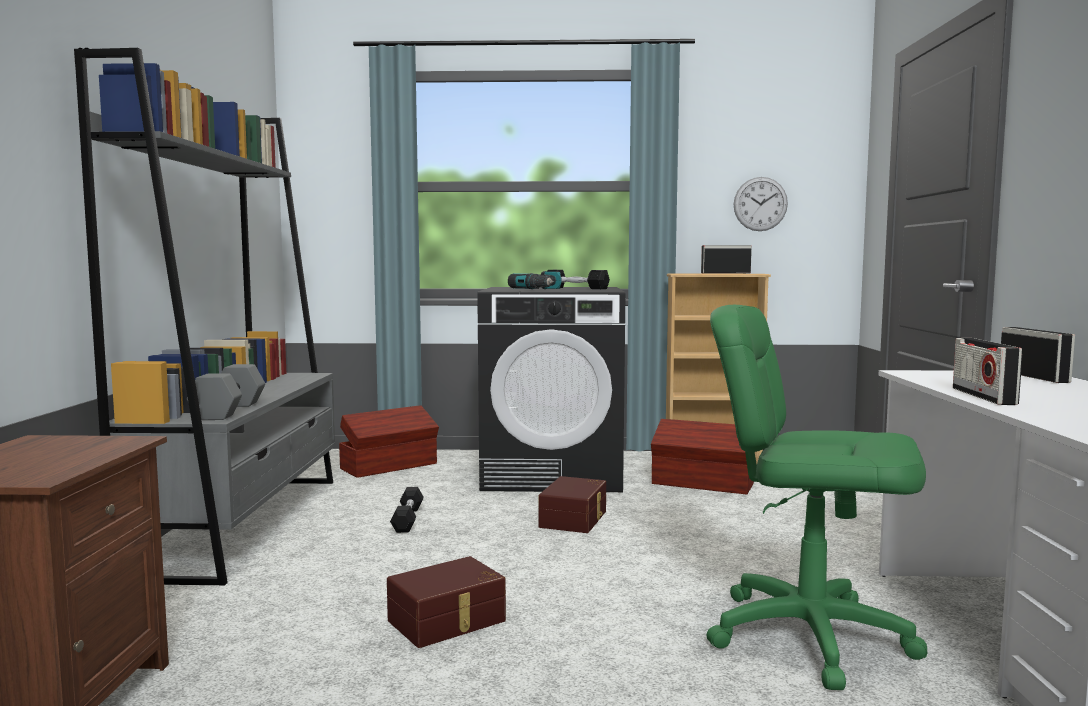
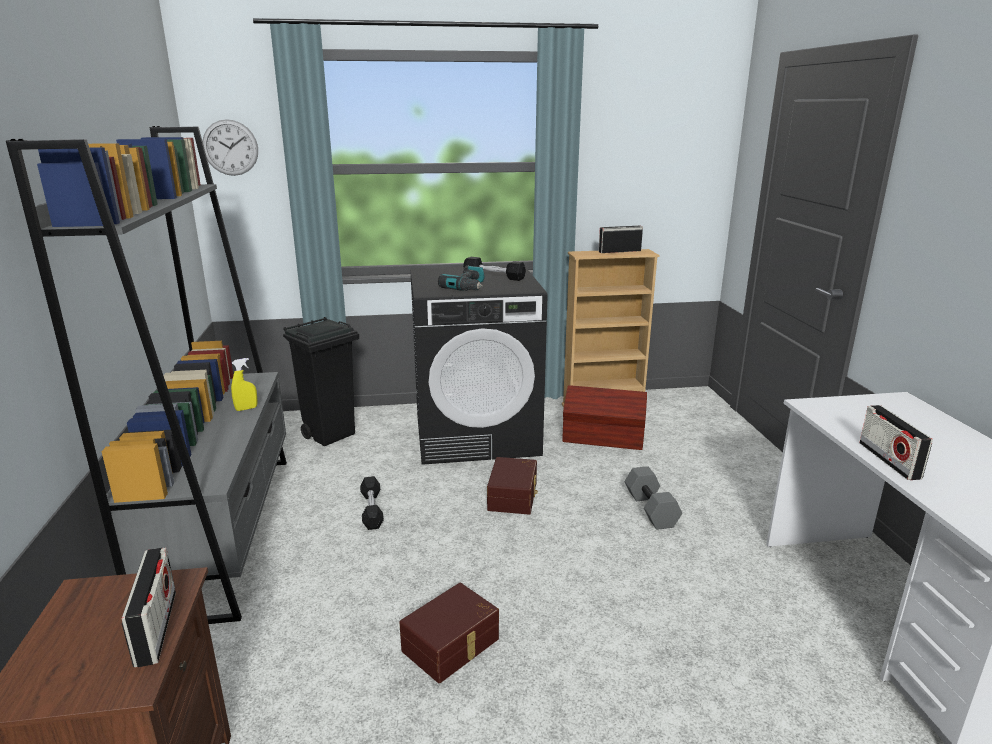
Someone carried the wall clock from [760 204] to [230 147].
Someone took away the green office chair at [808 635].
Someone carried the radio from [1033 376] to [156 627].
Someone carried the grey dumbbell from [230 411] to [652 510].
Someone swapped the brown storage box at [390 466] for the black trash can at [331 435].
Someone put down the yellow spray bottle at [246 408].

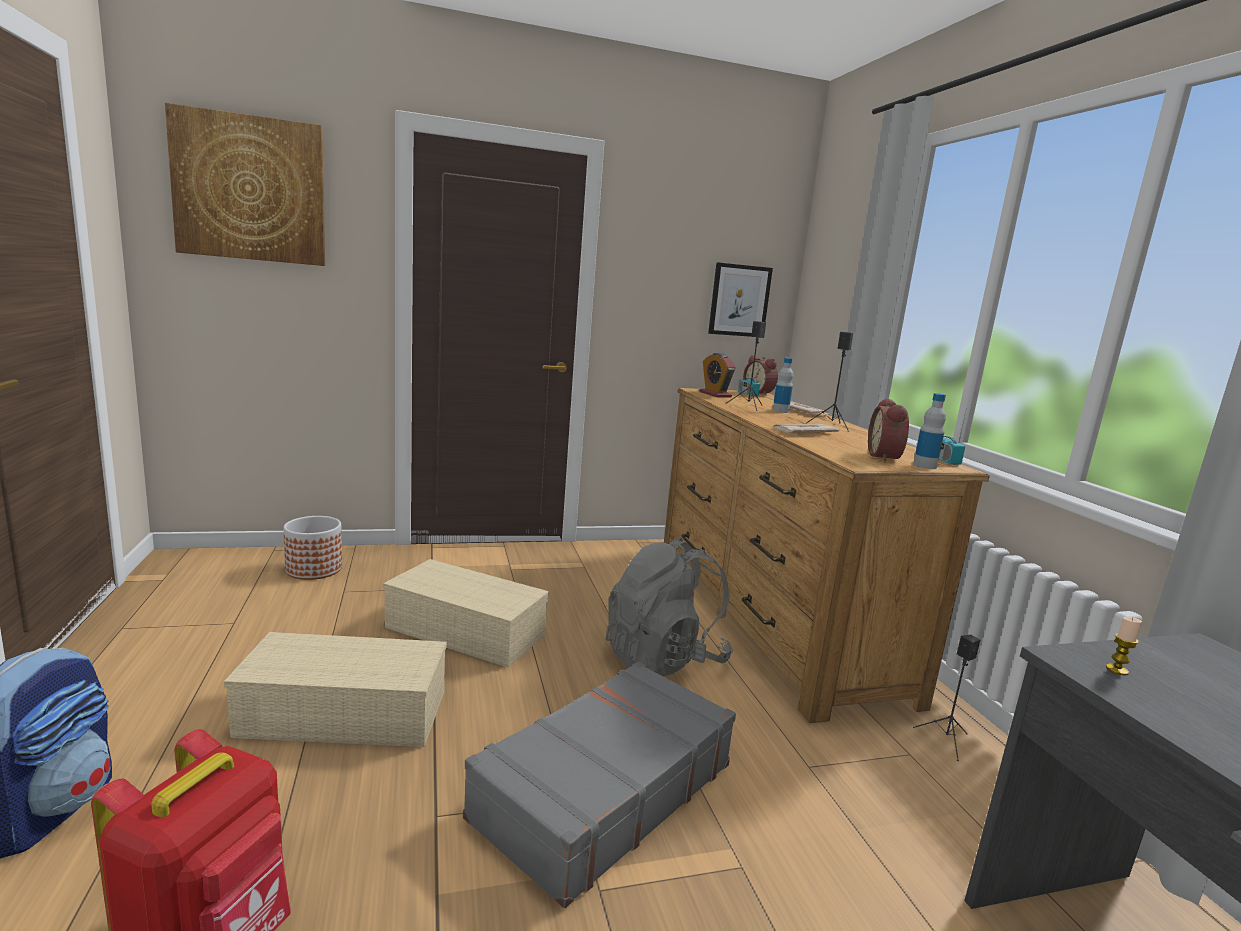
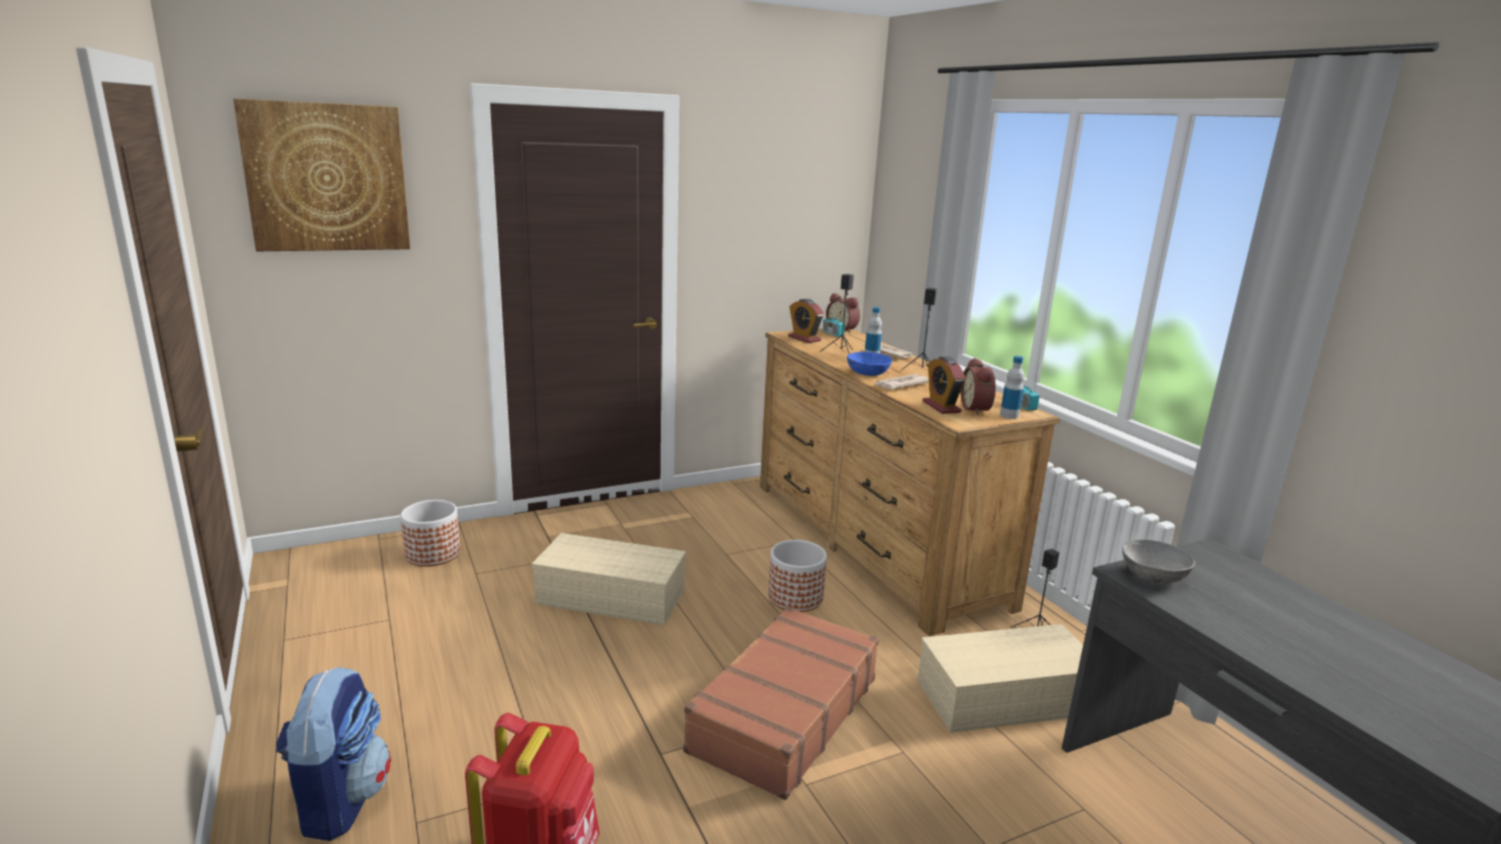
Someone took away the picture at [739 300].
Someone swapped the grey backpack at [664 659] for the planter at [796 597].
Someone swapped the candle at [1117 670] for the grey bowl at [1154 576].
Someone carried the beige storage box from [348 712] to [1006 696].
Someone repainted the grey suitcase at [603 790], which became the brown suitcase at [783 714].
Someone put down the blue bowl at [867 373].
Someone put down the alarm clock at [941 407].

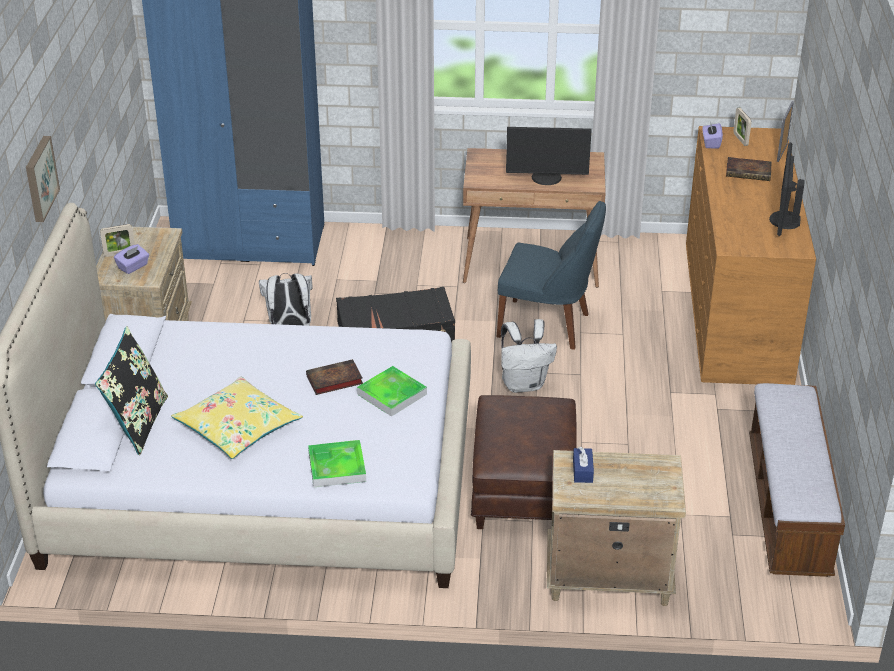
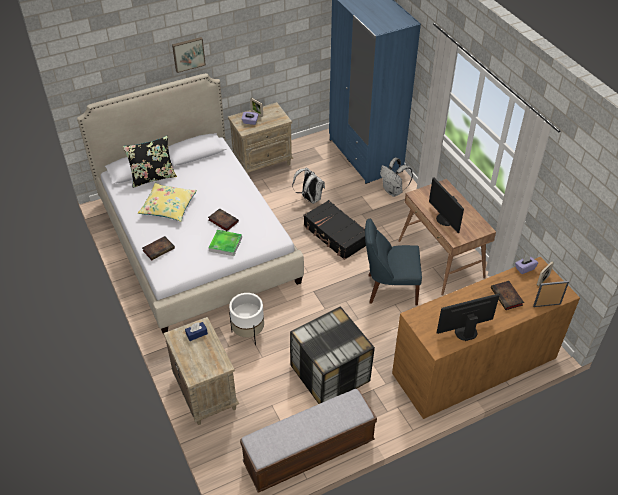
Someone rotated the blue chair at [548 326] by 105 degrees clockwise.
Someone carried the white backpack from [524 384] to [393 191].
Someone swapped the brown ottoman at [522 490] for the white planter at [248 333].
Someone swapped the tray at [337 467] for the book at [159 249].
Someone put down the storage box at [329 374].

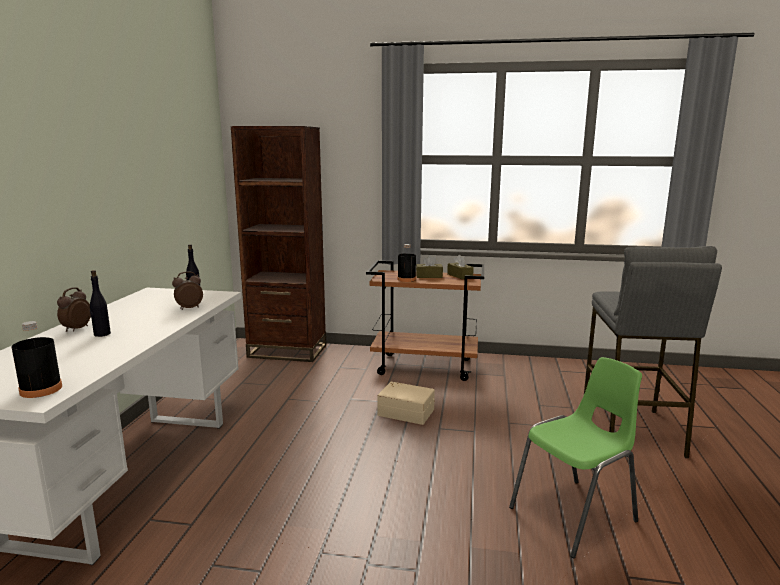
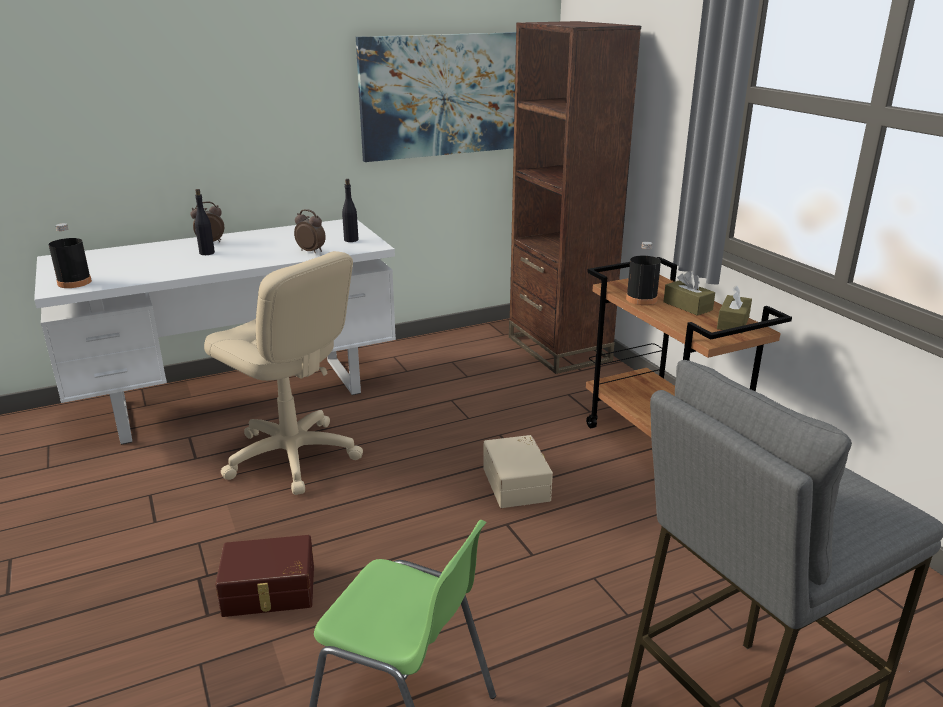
Someone put up the picture at [441 95].
Someone put down the beige office chair at [292 457].
Someone put down the brown storage box at [269 591].

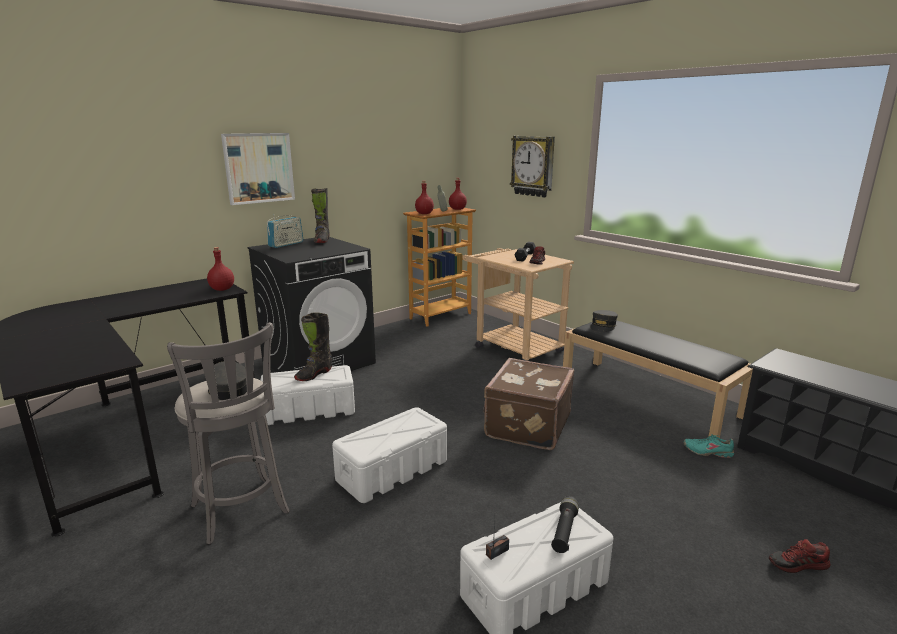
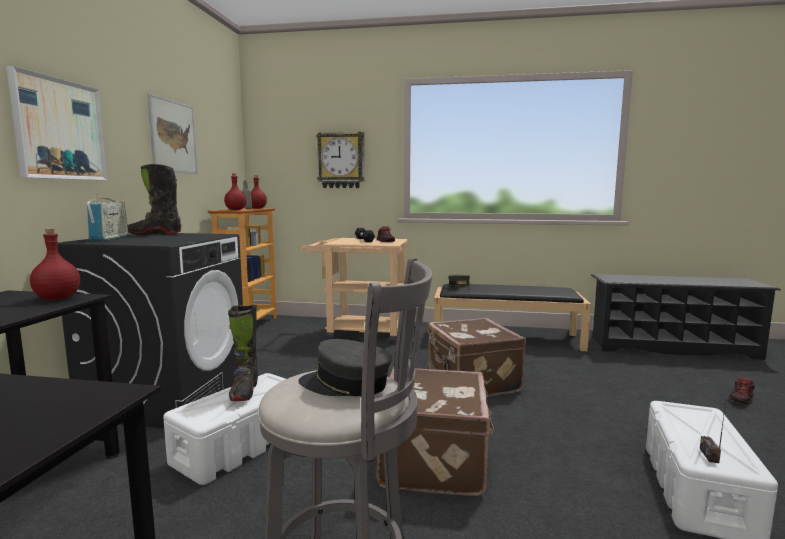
Someone rotated the black boot at [322 241] by 120 degrees clockwise.
Someone swapped the white storage box at [393 470] for the brown suitcase at [436 460].
Someone took away the turquoise shoe at [707 452].
Someone took away the black flashlight at [564 531].
Someone put up the picture at [173 137].

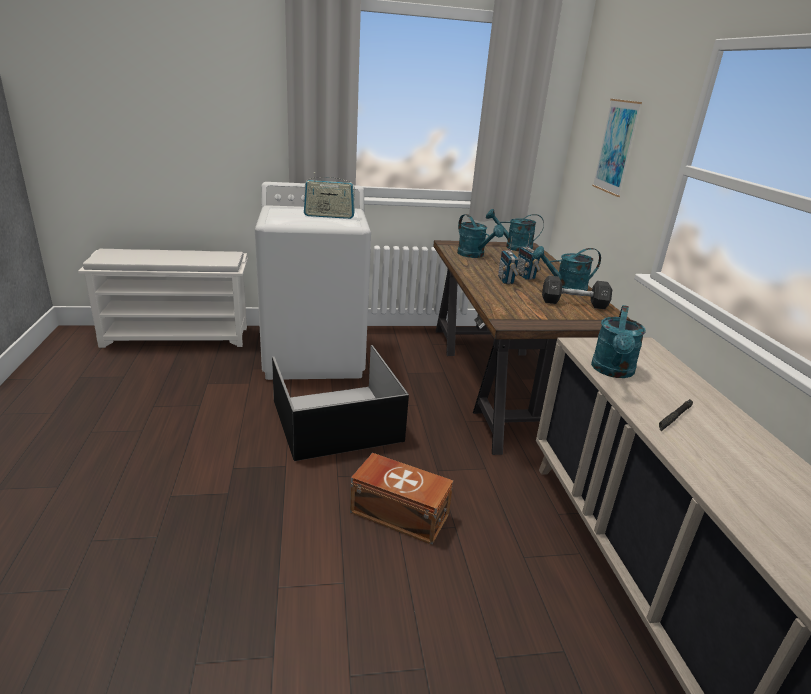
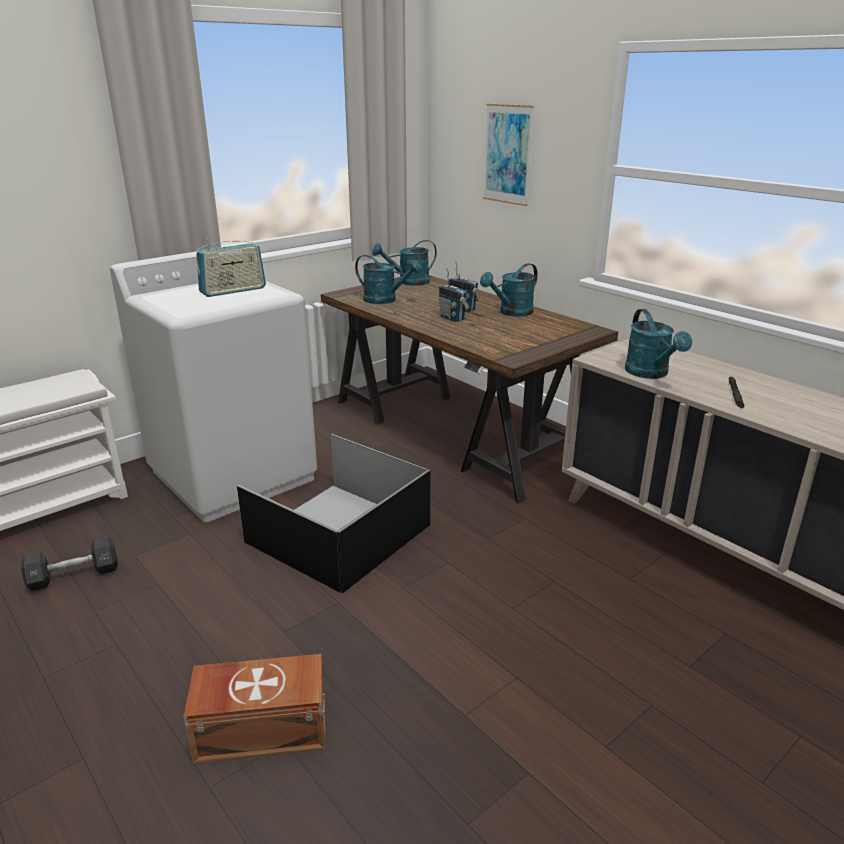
Someone carried the black dumbbell from [574 303] to [74 575].
Someone carried the brown storage box from [398 512] to [260 728].

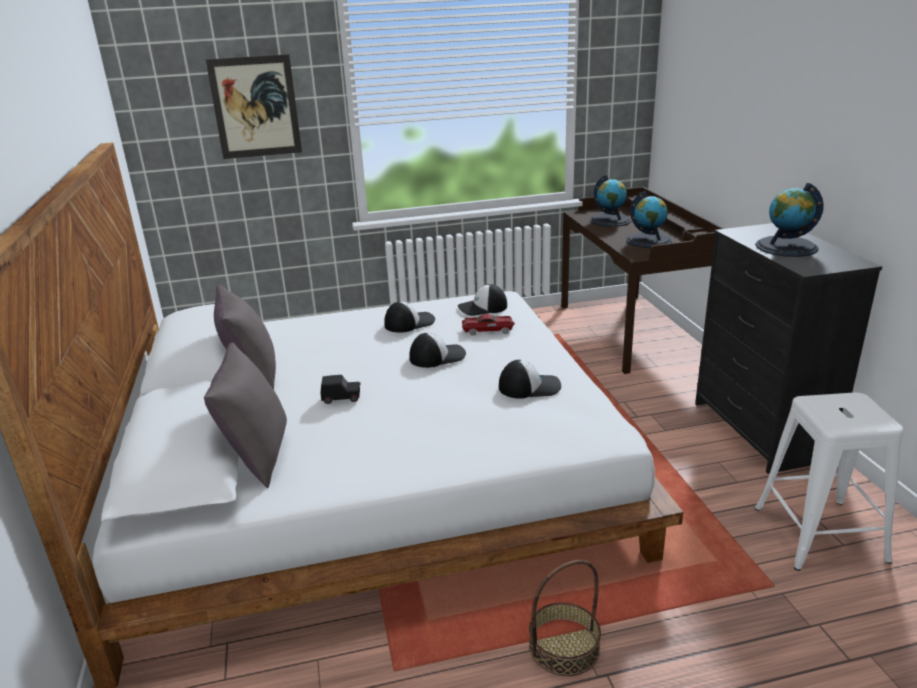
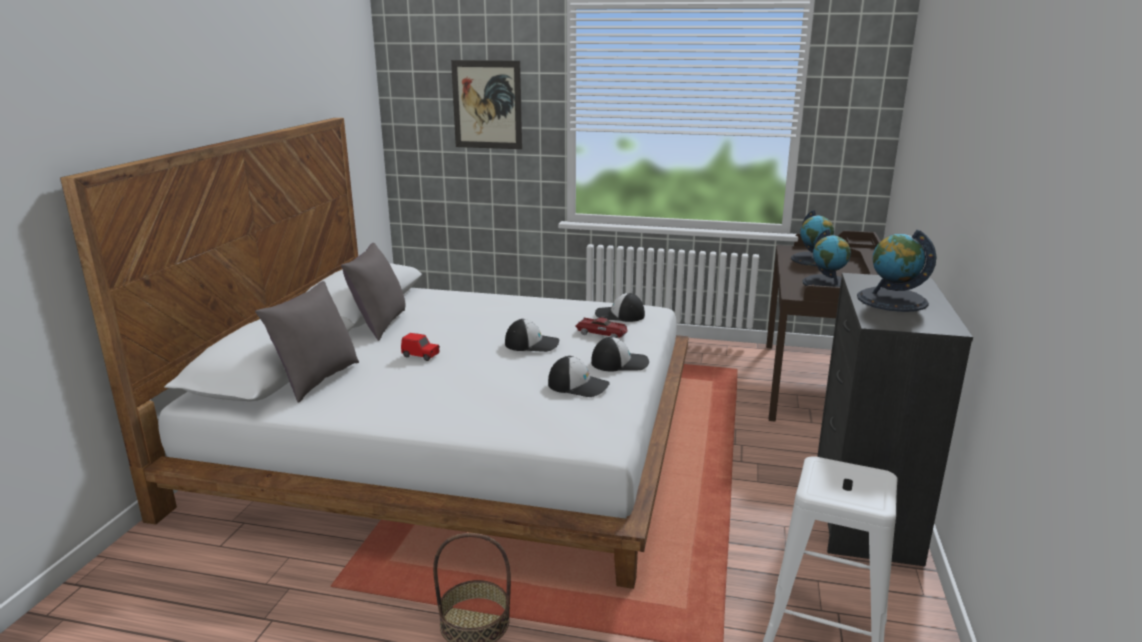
Someone carried the cap from [409 322] to [620 362].
Someone repainted the black toy car at [342 398], which became the red toy car at [421 356].

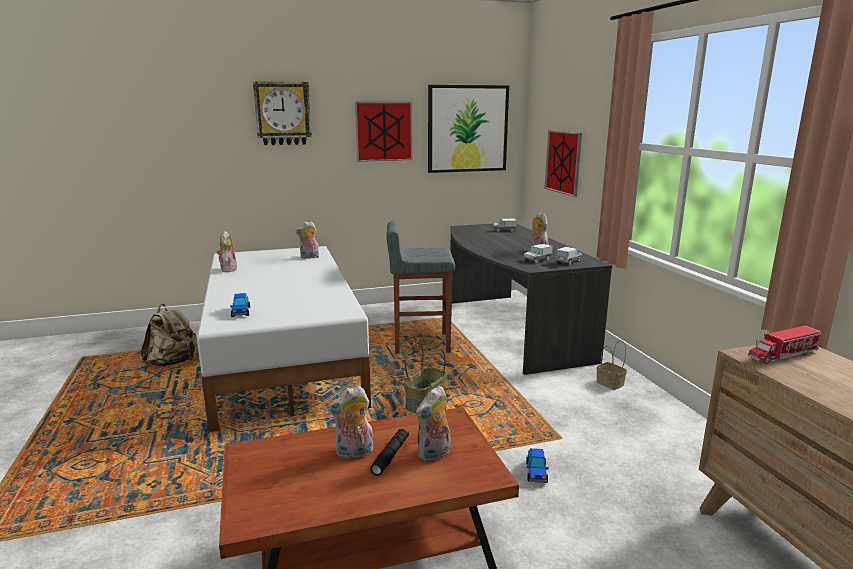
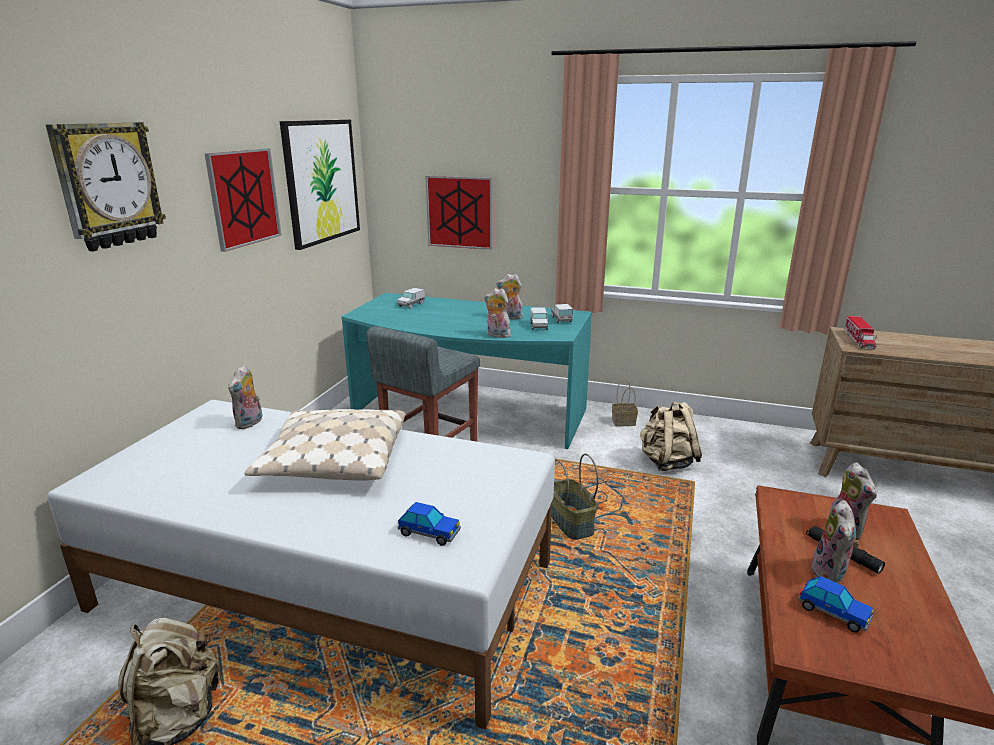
Someone repainted the grey desk at [510 329], which became the turquoise desk at [467 415].
Someone carried the plush toy from [228 269] to [497 335].
Someone carried the toy car from [536 472] to [833 613].
Someone put down the beige backpack at [667 462].
Someone put down the beige pillow at [333 460].

